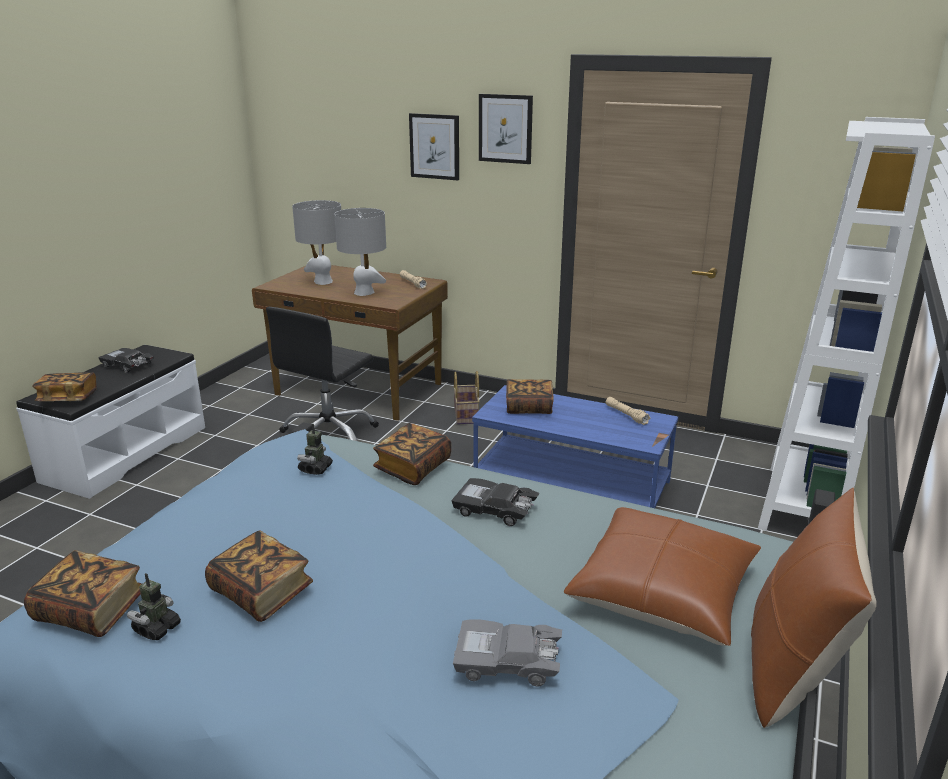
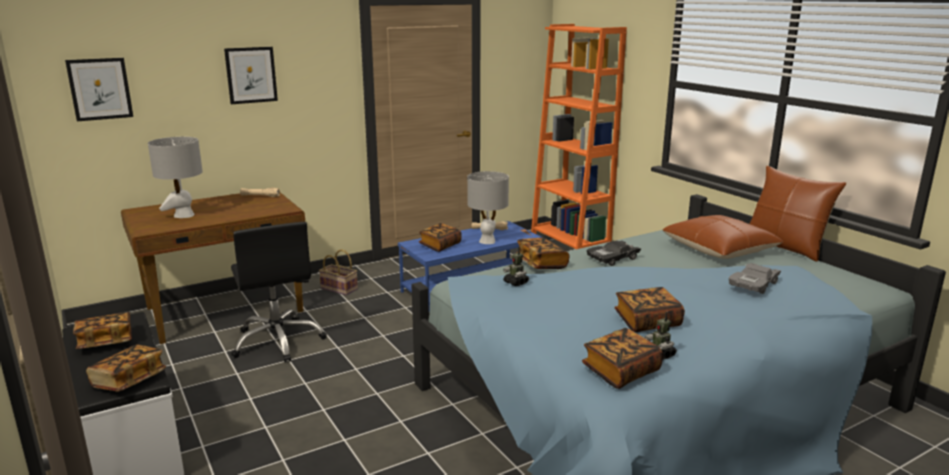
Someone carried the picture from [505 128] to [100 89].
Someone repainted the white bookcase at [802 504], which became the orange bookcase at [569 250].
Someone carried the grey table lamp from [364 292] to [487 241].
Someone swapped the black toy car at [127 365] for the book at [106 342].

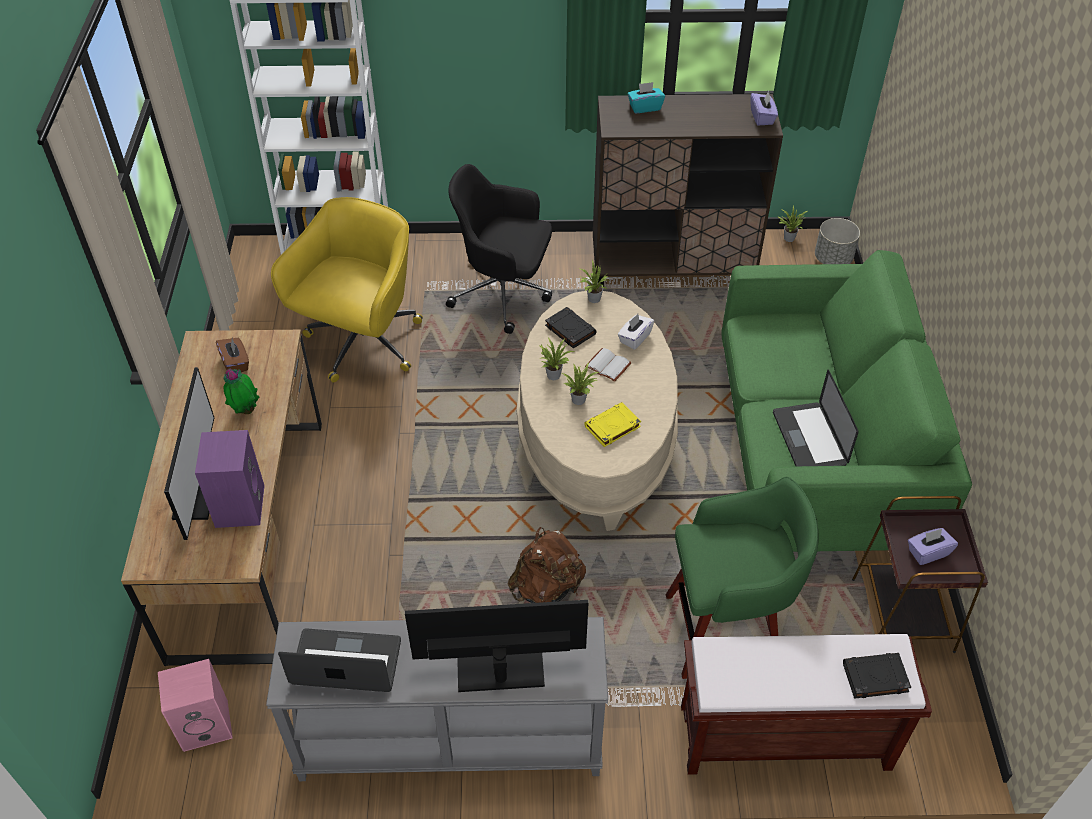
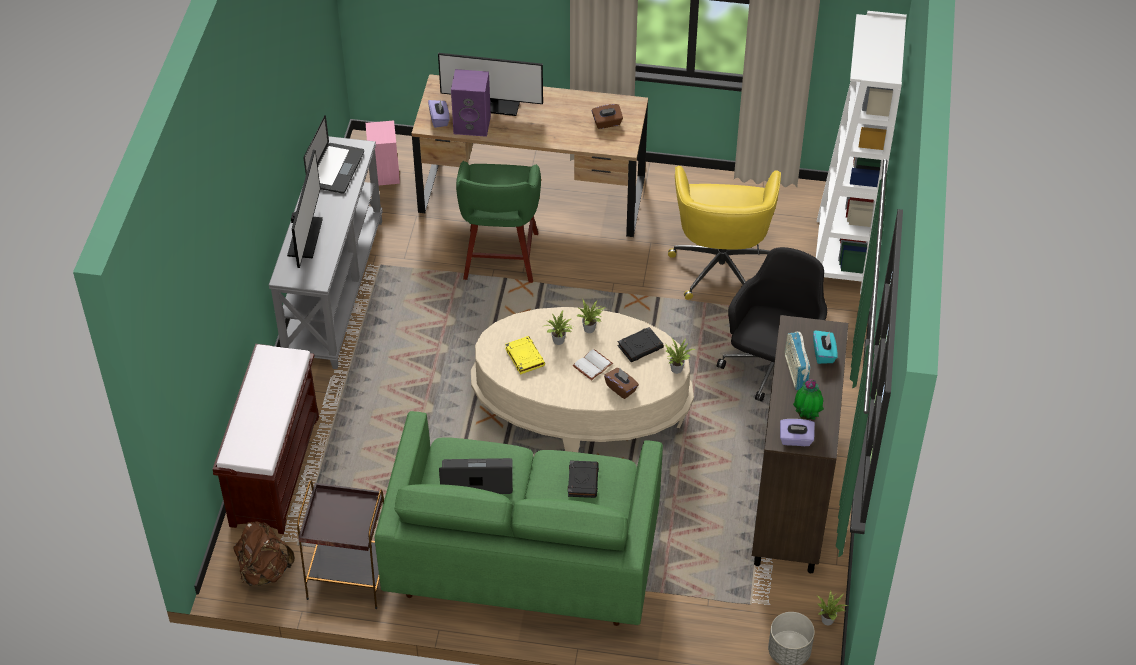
Someone rotated the yellow office chair at [362 344] by 60 degrees clockwise.
Someone repainted the white tissue box at [634 338], which became the brown tissue box at [621 388].
Someone carried the potted plant from [246 410] to [807 416].
Someone carried the green stool from [726 631] to [500 258].
Someone carried the brown backpack from [547 587] to [264 571].
Someone carried the purple tissue box from [928 552] to [439 119].
Someone carried the black book from [874 678] to [582 481].
Someone put down the radio at [796 372].

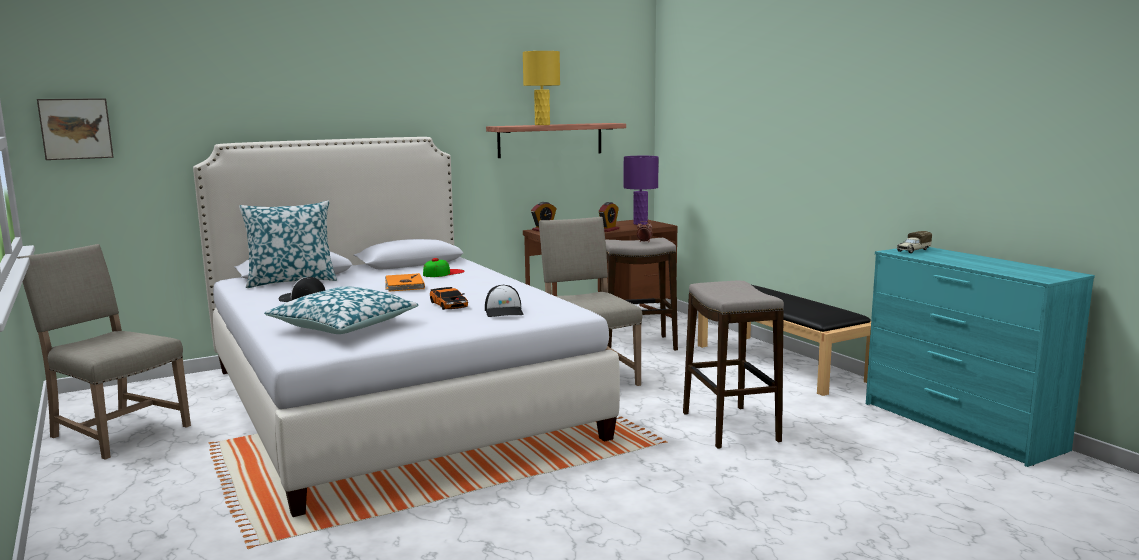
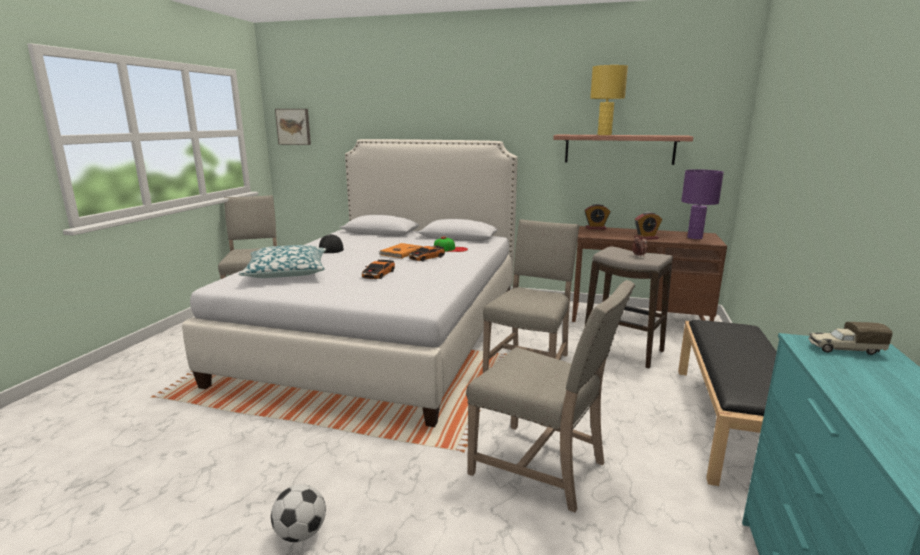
Someone took away the pillow at [291 281].
Someone swapped the stool at [730 427] for the beige chair at [542 467].
Someone took away the cap at [504 311].
Someone put down the toy car at [427 257].
Someone put down the football at [300 533].

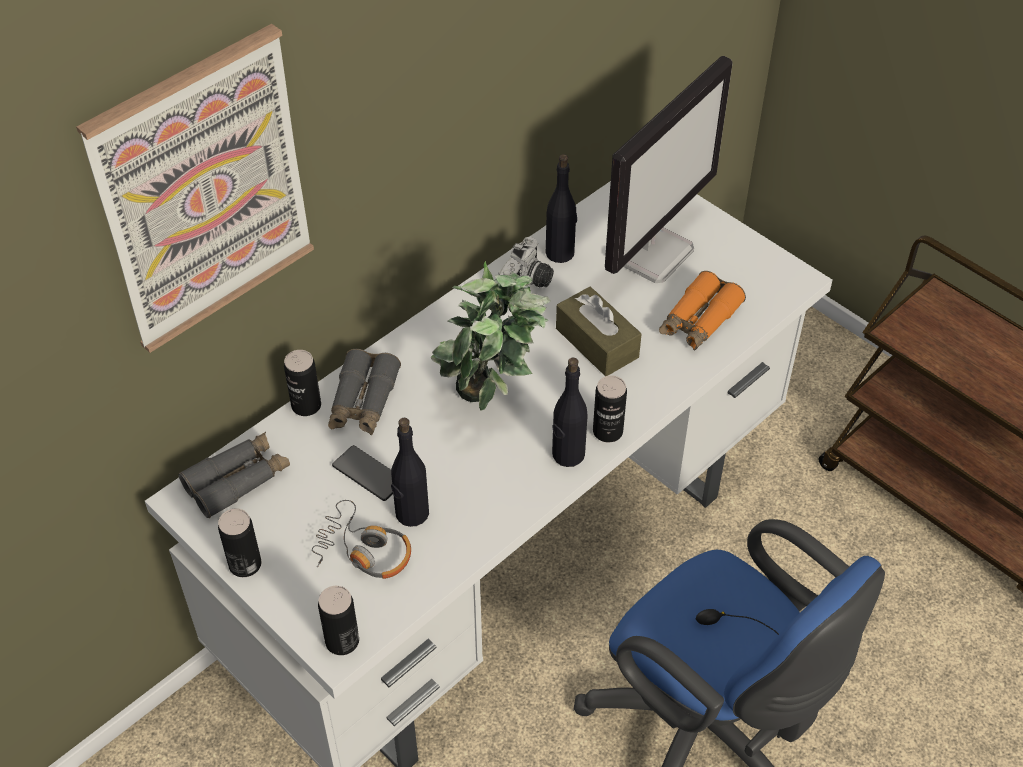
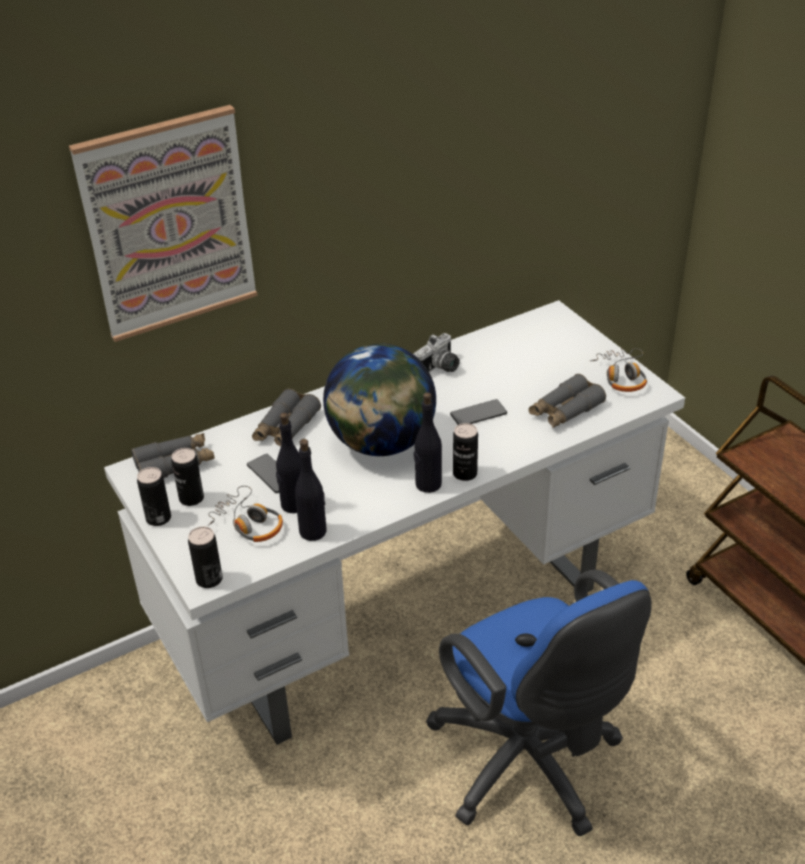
Someone took away the monitor at [650 251].
Someone carried the black bottle from [560 253] to [313 531].
Someone swapped the potted plant at [491 405] for the globe at [381 443].
Someone repainted the orange binoculars at [699 320], which became the grey binoculars at [565 410].
Someone swapped the brown tissue box at [597 343] for the phone at [478 414].
Someone carried the can from [306 405] to [191 498].
Someone put down the headphones at [622 376].

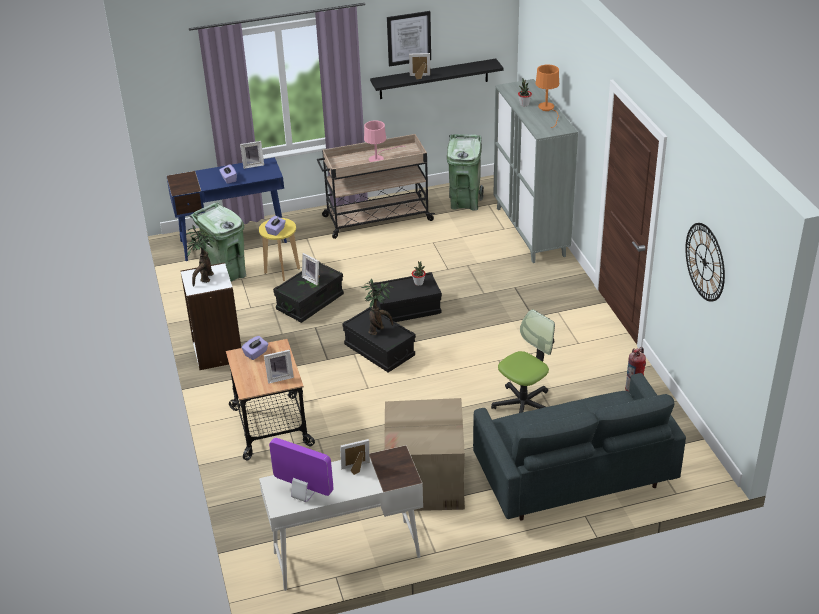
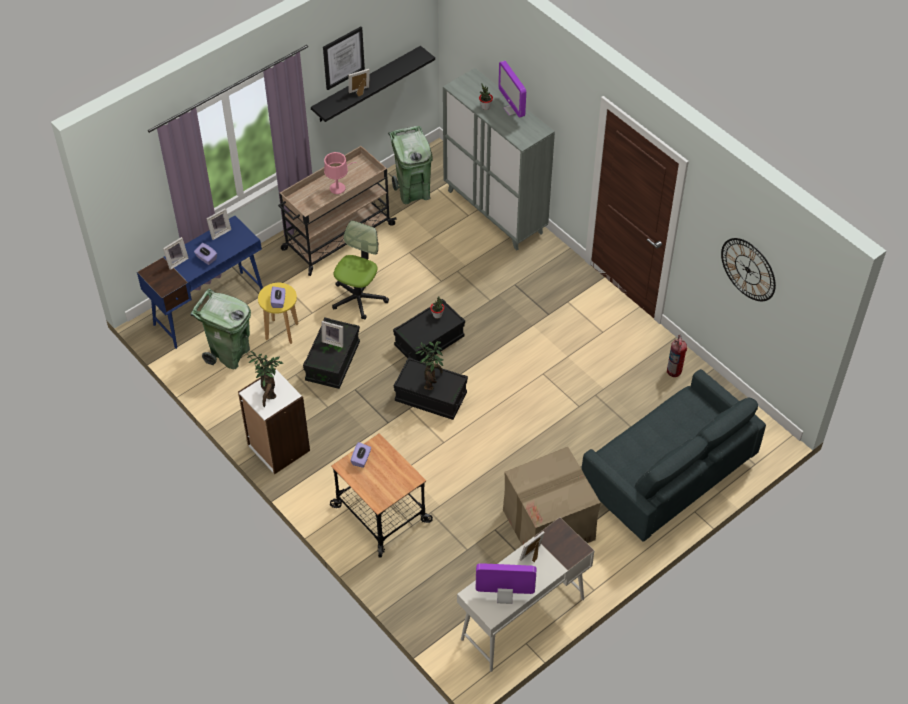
Someone swapped the orange table lamp at [548 110] for the monitor at [512 109].
Someone carried the office chair from [524 405] to [359 298].
Someone carried the picture frame from [279 377] to [176 261].

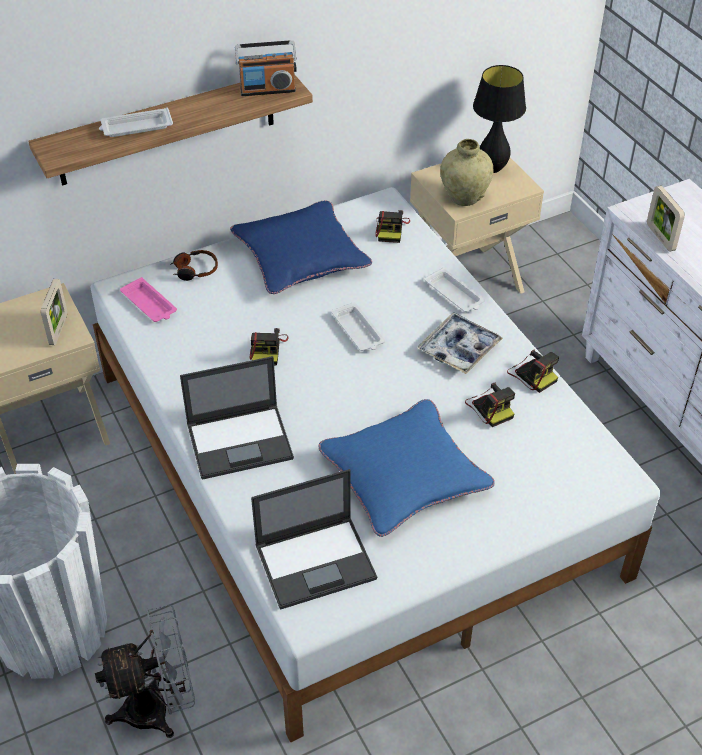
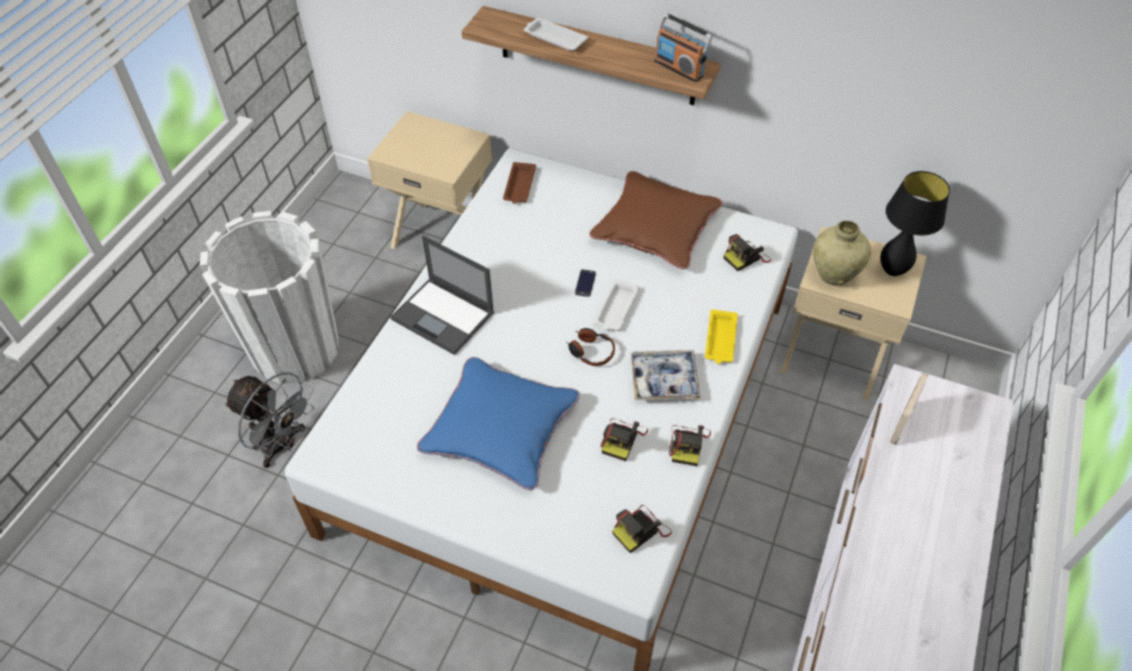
Someone repainted the blue pillow at [300 256], which became the brown pillow at [655 227].
Someone carried the headphones from [195 270] to [590 351].
Someone repainted the white tray at [455 295], which became the yellow tray at [720 340].
Someone repainted the pink tray at [149 304], which became the brown tray at [519 186].
Someone took away the picture frame at [58 329].
Someone carried the photo camera from [267 349] to [641 530].
Someone took away the laptop at [317 561].
Someone put down the phone at [585 283].

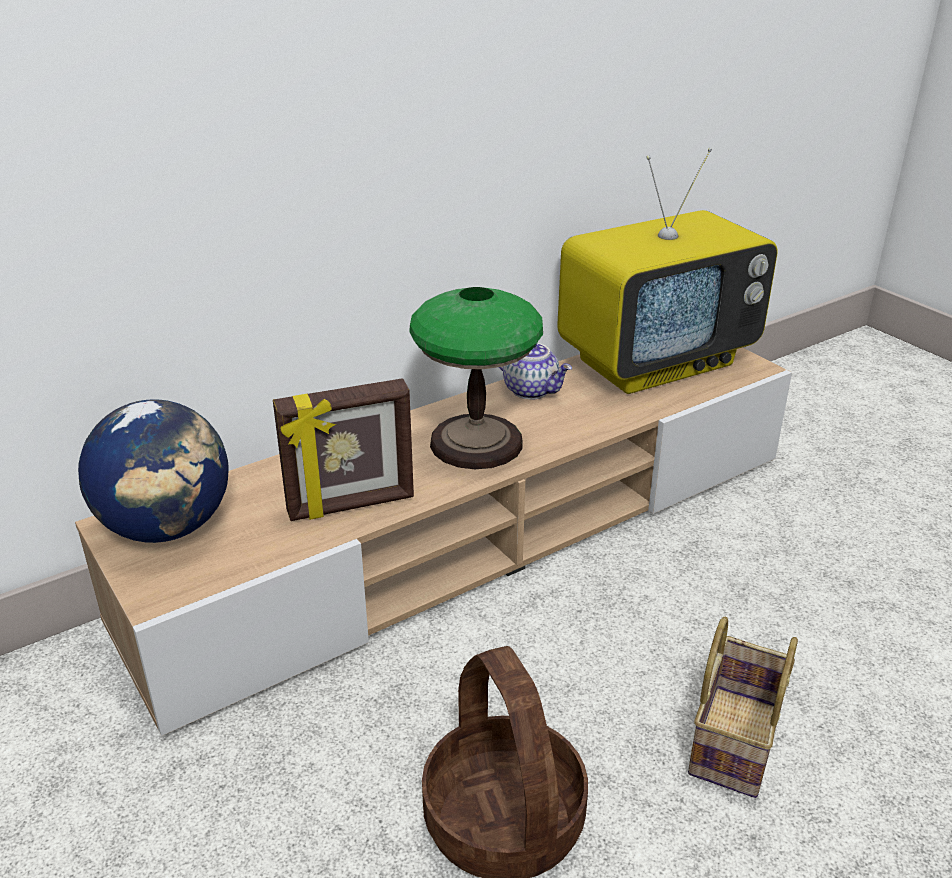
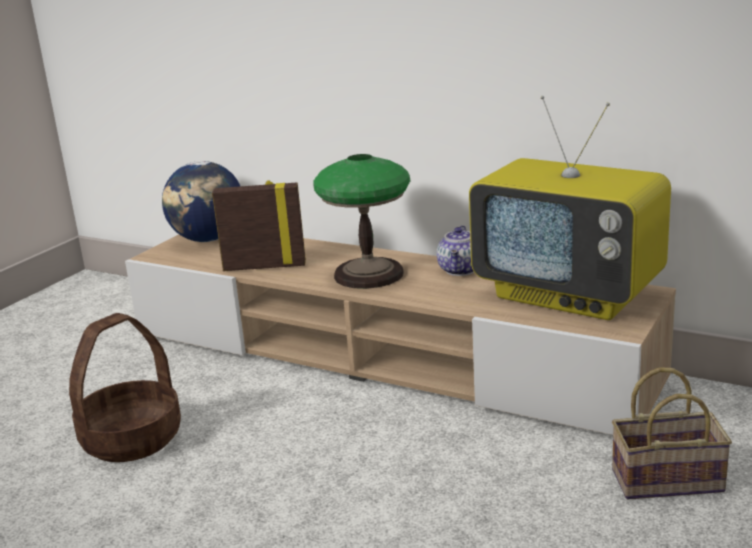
Someone rotated the picture frame at [351 506] by 135 degrees clockwise.
Someone carried the basket from [733 737] to [669 479].

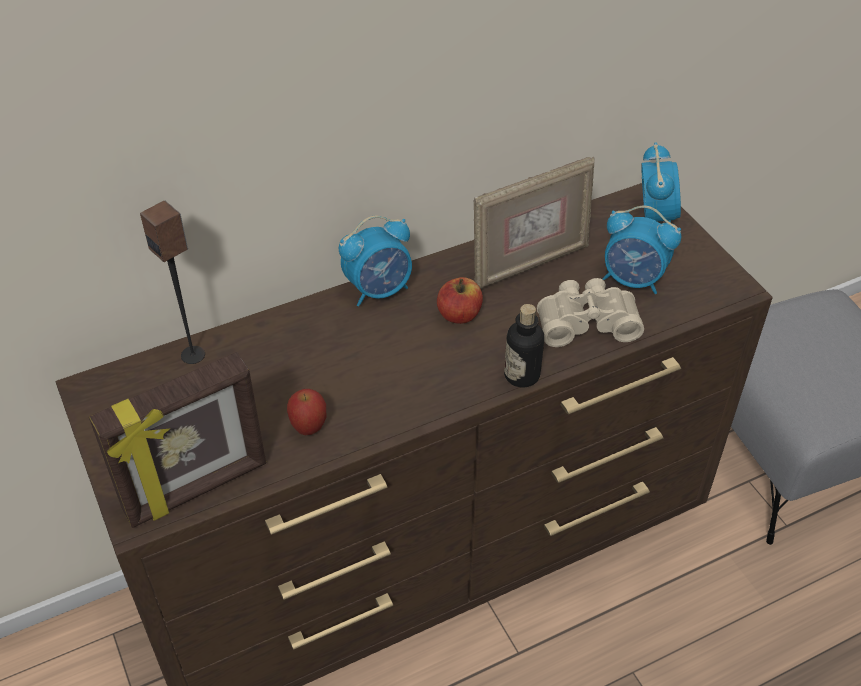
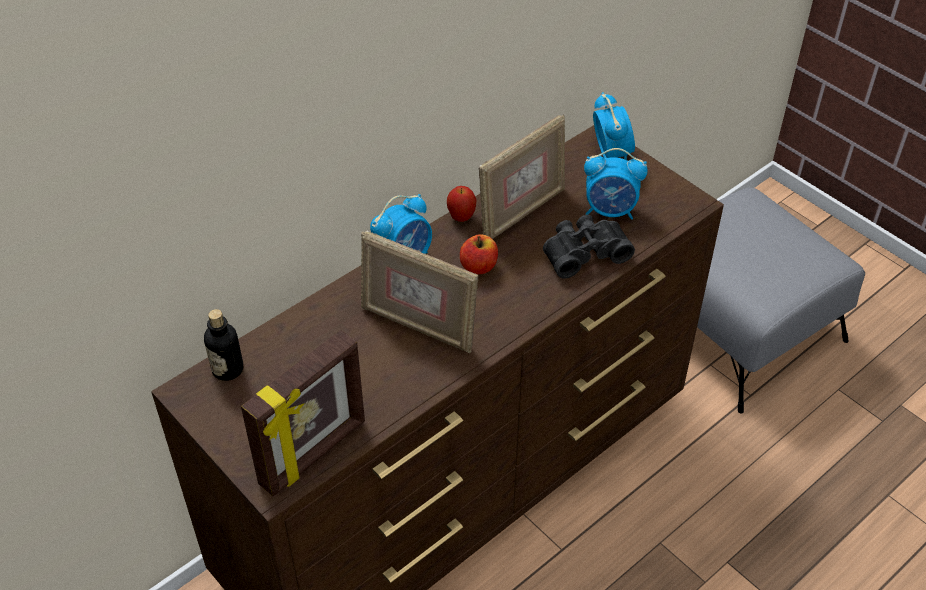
Someone took away the speaker at [193 355].
Someone repainted the beige binoculars at [586 321], which became the black binoculars at [584 252].
Someone carried the bottle from [521 375] to [227 369].
Someone carried the apple from [309 428] to [461 217].
Someone put down the picture frame at [418 326].

